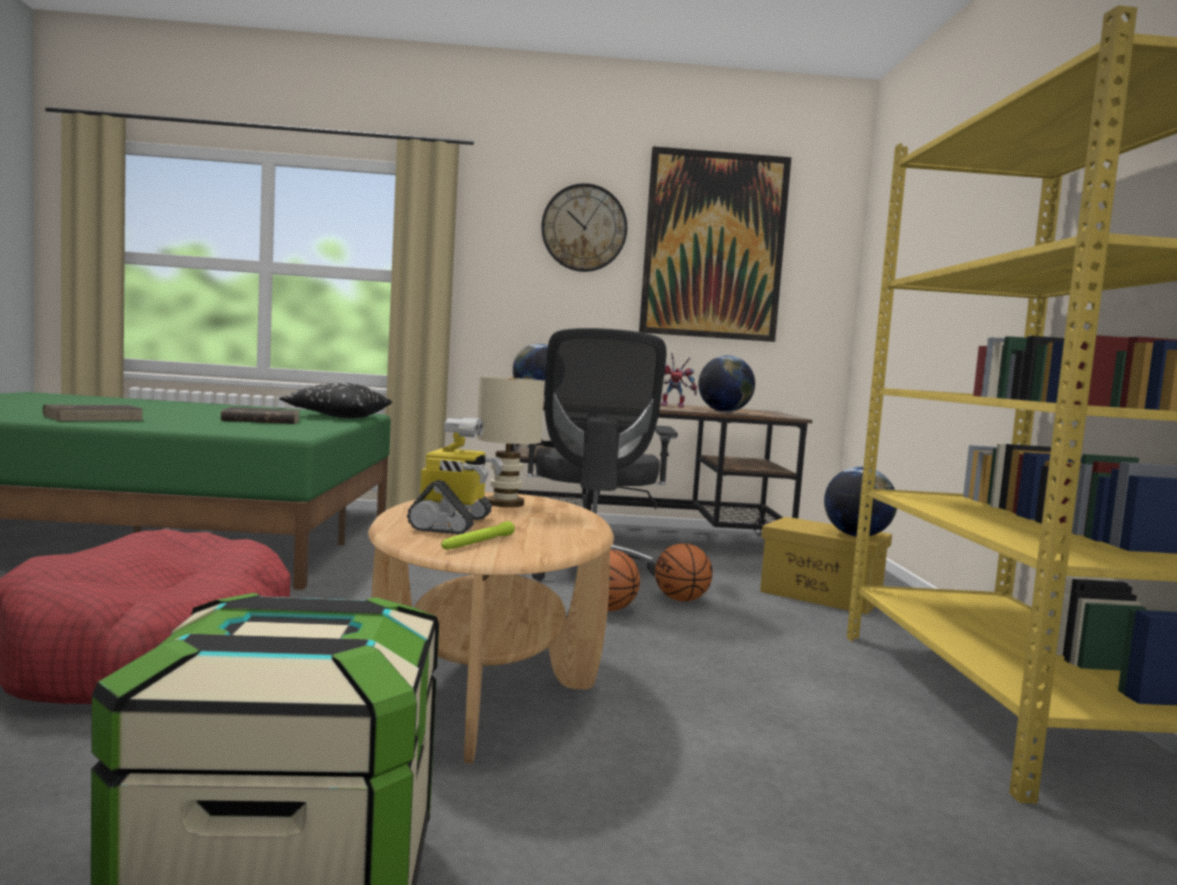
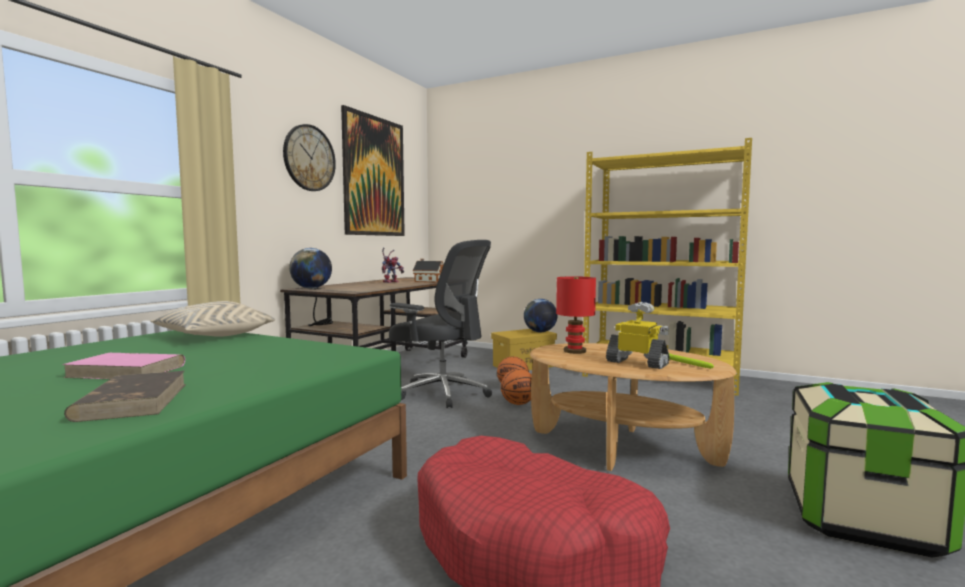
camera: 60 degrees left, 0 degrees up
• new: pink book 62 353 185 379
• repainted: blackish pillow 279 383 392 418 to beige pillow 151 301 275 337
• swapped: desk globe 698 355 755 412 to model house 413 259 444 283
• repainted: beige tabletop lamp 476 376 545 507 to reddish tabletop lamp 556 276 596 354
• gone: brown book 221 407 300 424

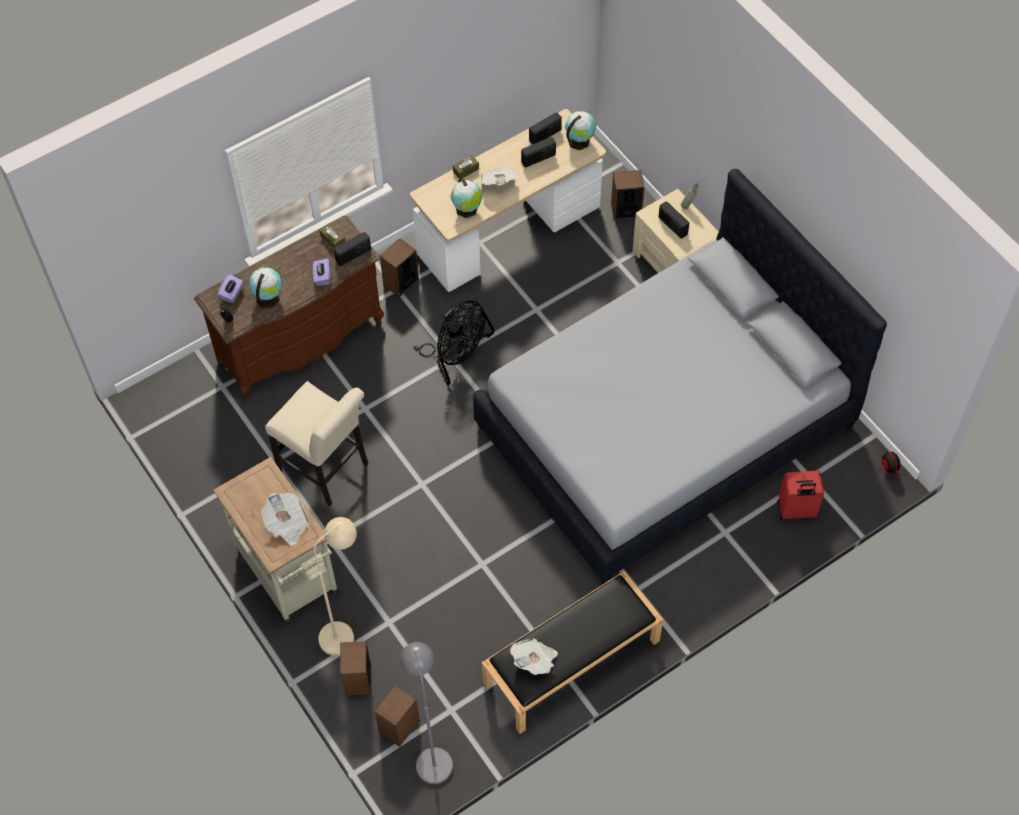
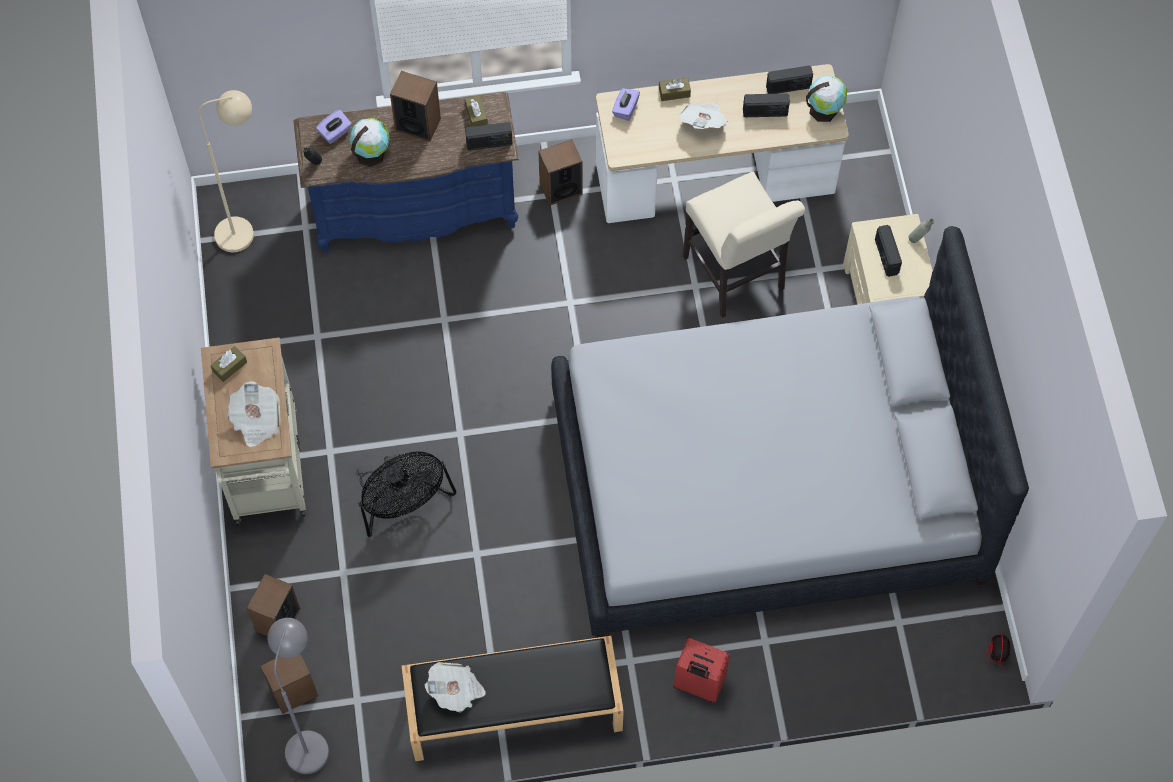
camera: 25 degrees right, 5 degrees up
• shifted: beige floor lamp 314 517 357 656 to 198 90 254 252
• new: brown tissue box 210 346 247 382
• repainted: brown drawer chest 194 216 384 399 to blue drawer chest 294 92 519 253
• shifted: blackish electric fan 413 301 494 386 to 357 452 456 537
• shifted: loudspeaker 611 170 645 220 to 390 71 441 142
• shifted: purplish tissue box 313 258 330 286 to 612 88 640 121
• shifted: reddish piece of luggage 777 471 824 521 to 674 638 730 702
• shifted: beige stool seat 265 381 368 506 to 683 171 806 318
• gone: desk globe 451 179 483 218

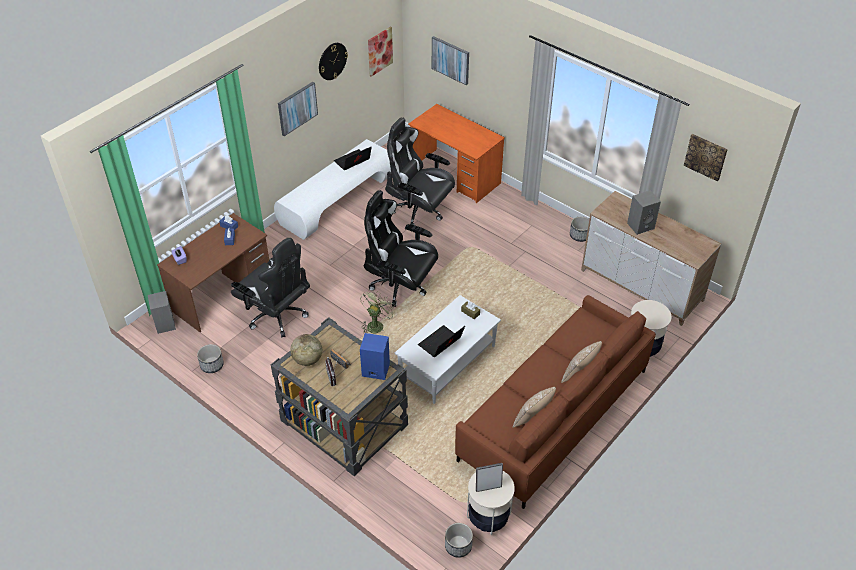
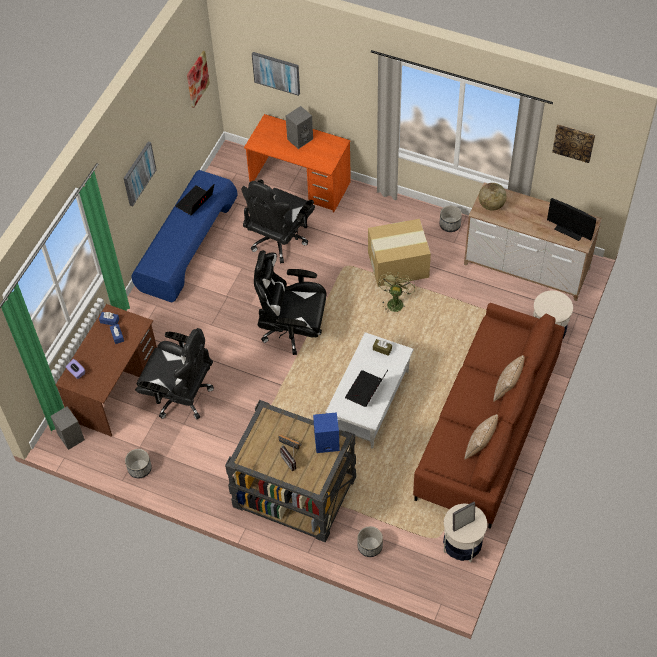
camera: 15 degrees left, 10 degrees up
• repainted: white-coloured long seat 274 139 391 240 to blue long seat 131 170 237 303
• rotated: blackish desk chair 385 117 455 225 = 241 179 315 263 75 degrees counterclockwise
• shifted: gray loudspeaker 627 190 661 235 to 286 106 313 149
• shifted: planter 445 523 473 558 to 357 526 383 557
• new: carton 368 219 431 287
• shifted: green electric fan 360 290 396 333 to 378 272 415 313
• shifted: desk globe 290 334 322 366 to 479 183 507 211
• new: computer screen 547 198 596 241
• gone: clock on the wall 319 43 348 80

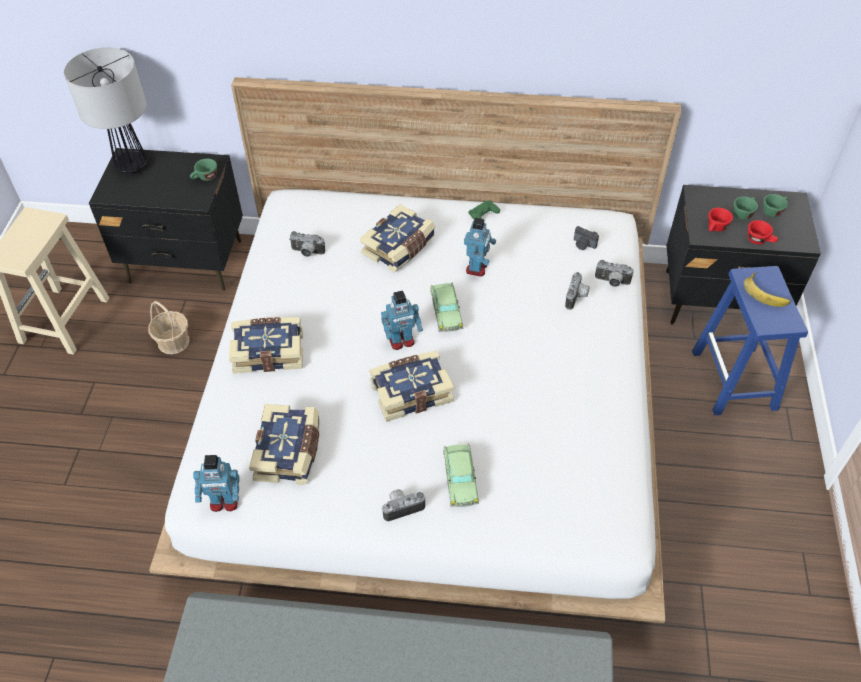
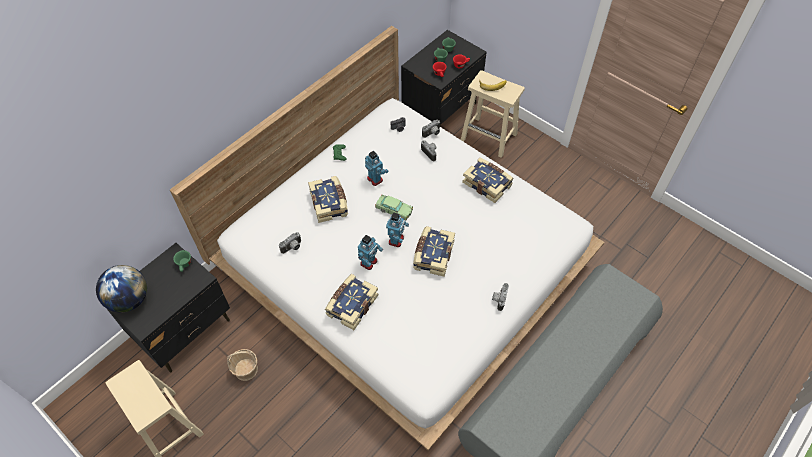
camera: 55 degrees left, 5 degrees up
• swapped: tabletop lamp 64 47 148 173 to desk globe 96 265 147 313
• shifted: toy robot 193 455 240 512 to 358 235 383 270
• repainted: blue stool seat 692 266 808 415 to beige stool seat 461 70 525 158
• shifted: book 249 404 320 485 to 462 157 514 203
• gone: toy car 443 444 479 507

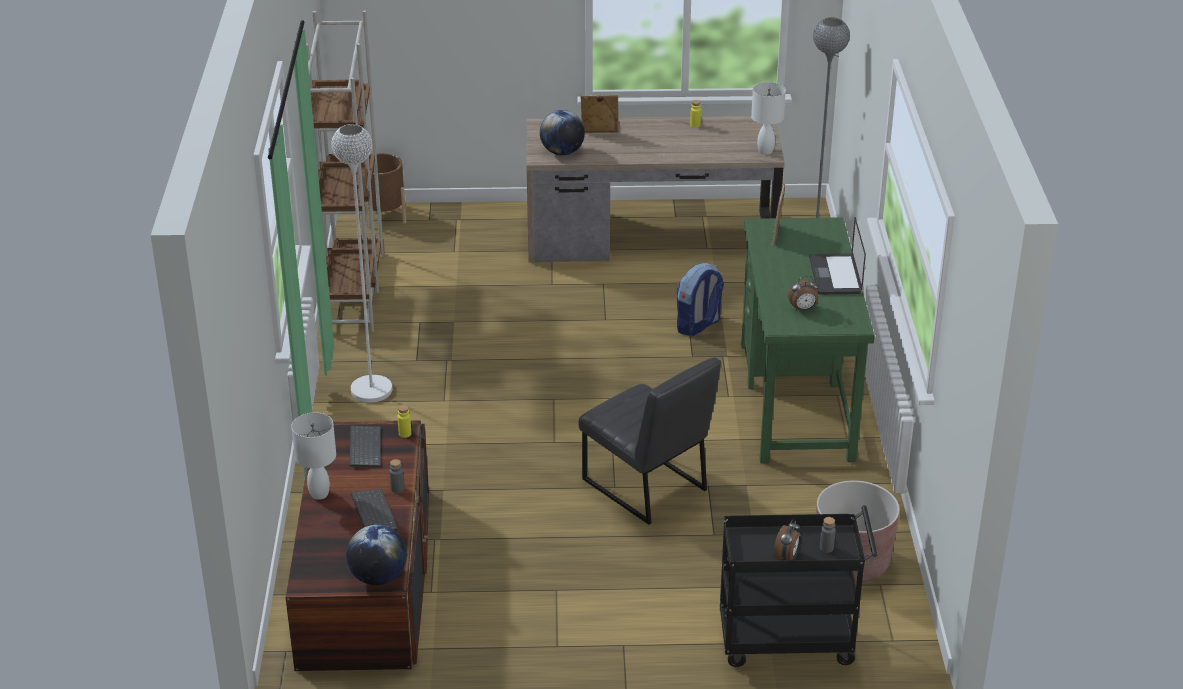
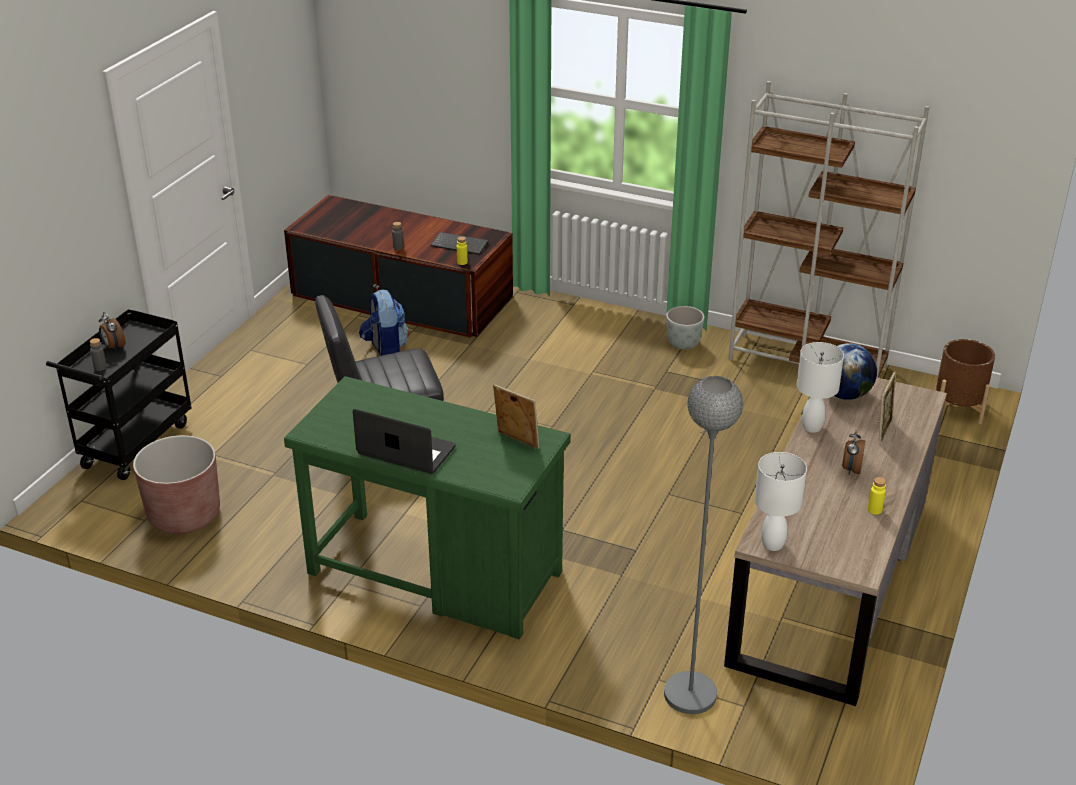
camera: 115 degrees right, 0 degrees up
• shifted: rucksack 676 263 724 336 to 359 290 409 356
• new: gray planter 666 306 704 350
• shifted: white-coloured tabletop lamp 291 413 336 500 to 796 342 844 433
• shifted: alarm clock 788 276 819 311 to 842 431 865 475
• gone: white-coloured floor lamp 331 124 392 403
• gone: desk globe 346 525 407 585
• gone: keyboard 351 489 398 531

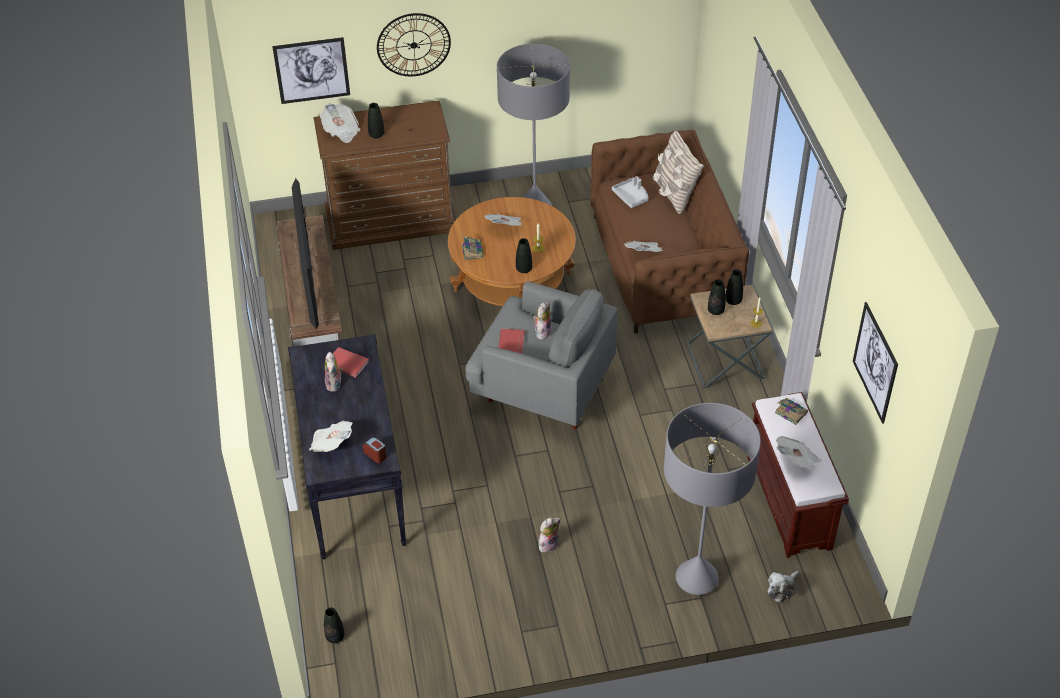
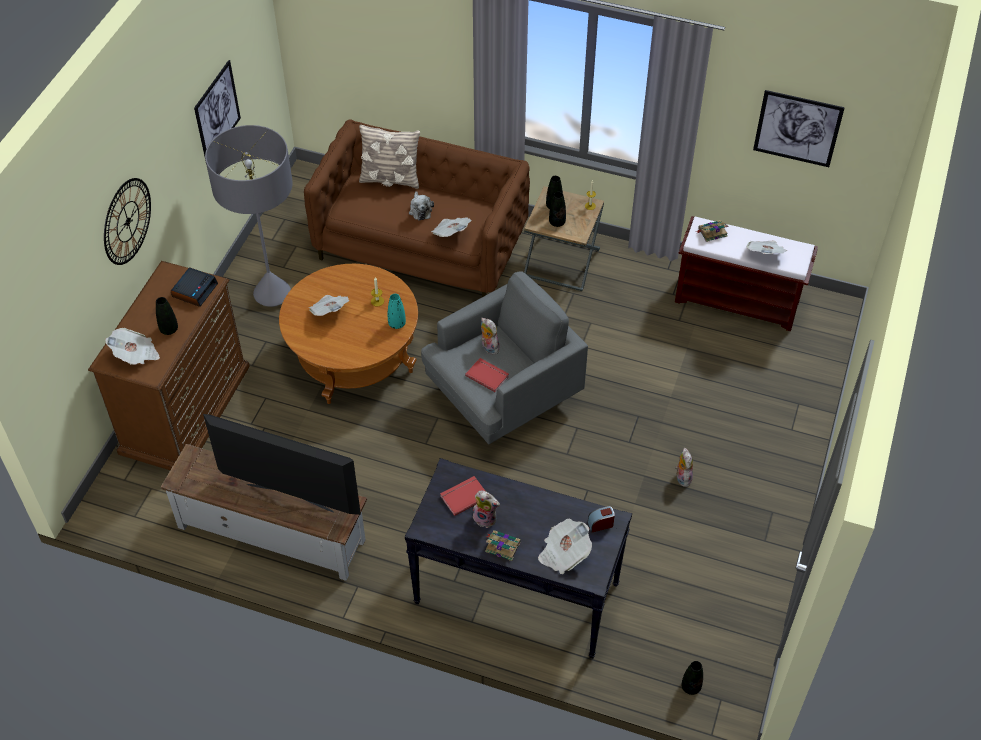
camera: 60 degrees left, 5 degrees up
• new: alarm clock 171 267 218 307
• shifted: picture 272 37 350 104 to 194 60 241 166
• repainted: blackish vase 516 238 532 273 to blue-green vase 388 294 406 329
• shifted: plush toy 768 571 799 603 to 409 191 434 221
• shifted: book 462 236 483 260 to 485 530 521 561
• gone: gray carrying tray 612 176 648 208
• gone: gray floor lamp 664 403 761 595

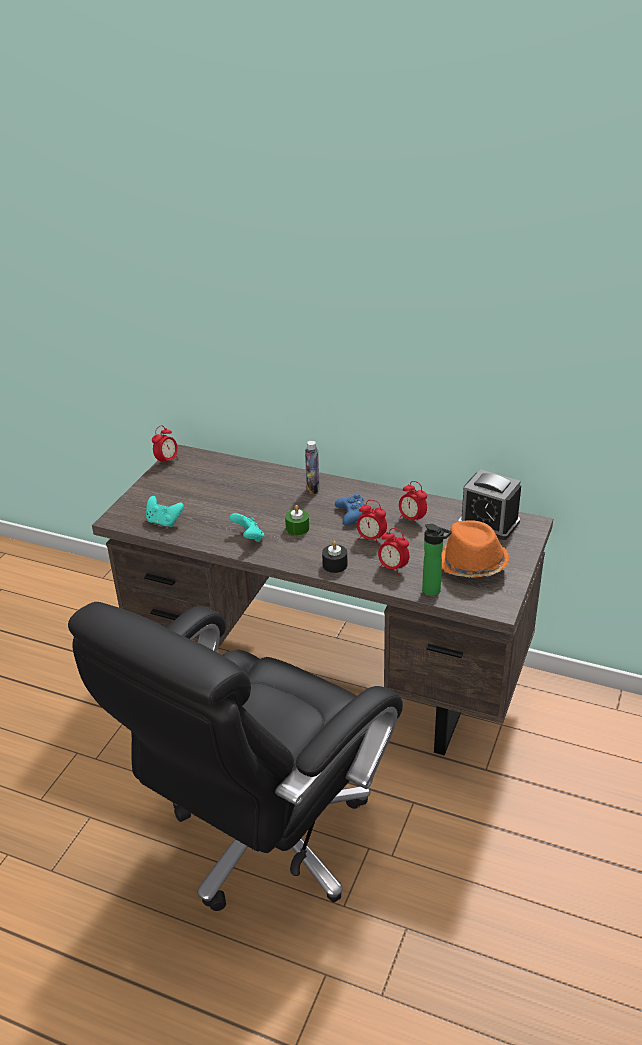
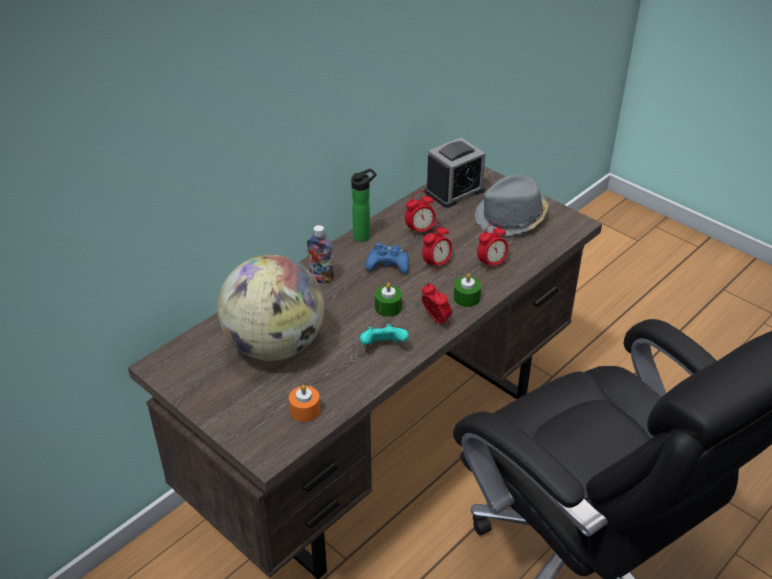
camera: 70 degrees left, 5 degrees up
• new: desk globe 218 255 324 361
• swapped: blue-green gamepad 146 496 184 527 to orange candle 289 385 320 422
• shifted: bottle 422 524 452 596 to 351 169 377 242
• shifted: alarm clock 152 425 178 466 to 422 283 452 324
• repainted: blackish candle 322 541 347 573 to green candle 454 273 481 307
• repainted: orange hat 442 520 509 578 to gray hat 475 175 548 236

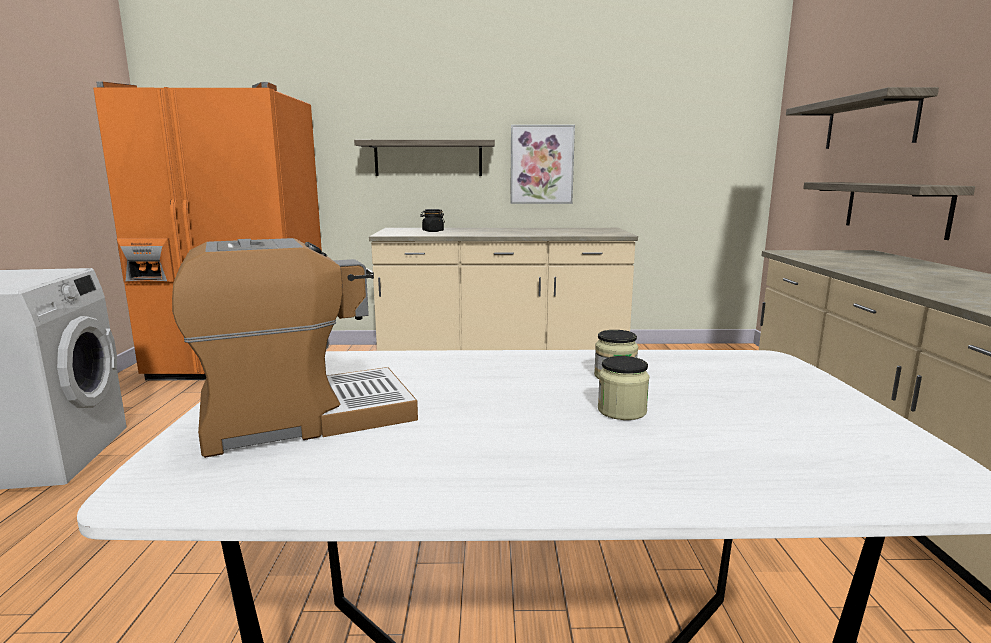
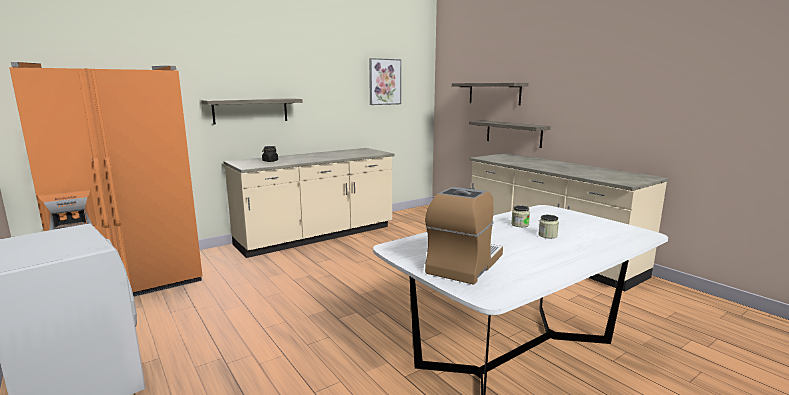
camera: 35 degrees left, 0 degrees up
• shifted: picture 510 125 575 204 to 369 58 401 105

